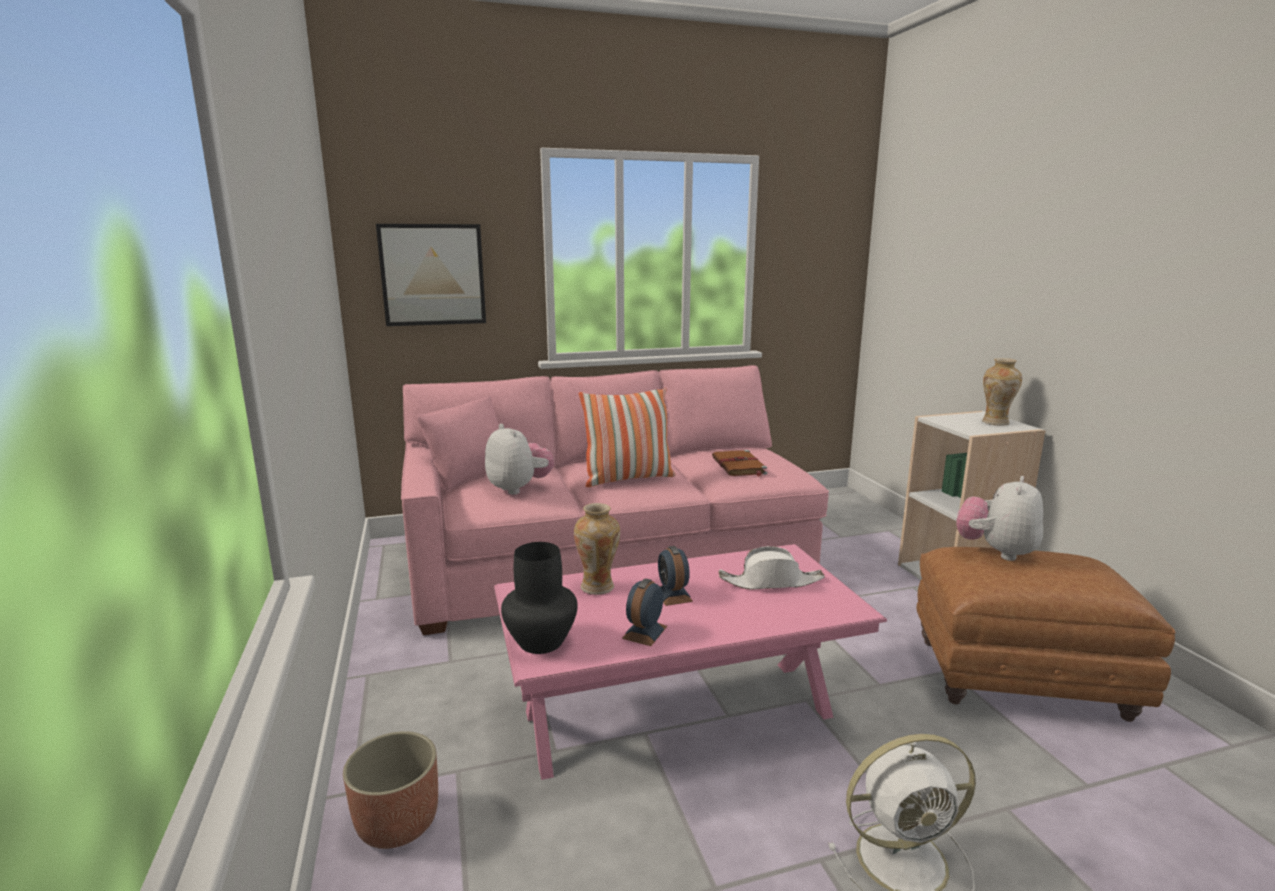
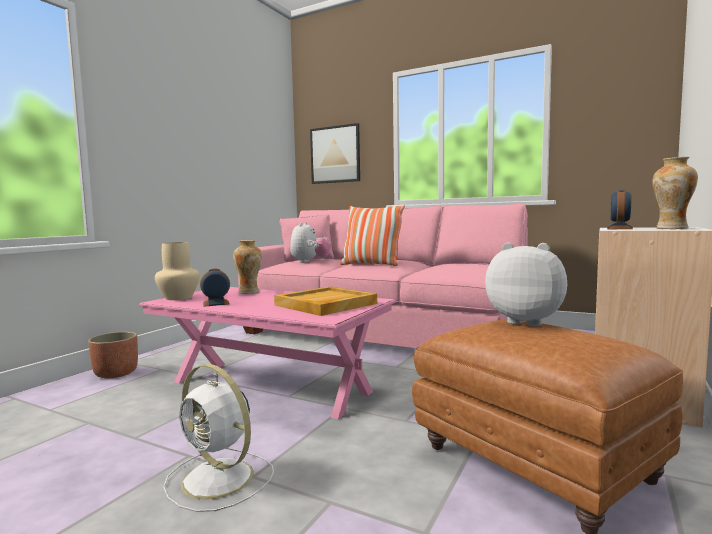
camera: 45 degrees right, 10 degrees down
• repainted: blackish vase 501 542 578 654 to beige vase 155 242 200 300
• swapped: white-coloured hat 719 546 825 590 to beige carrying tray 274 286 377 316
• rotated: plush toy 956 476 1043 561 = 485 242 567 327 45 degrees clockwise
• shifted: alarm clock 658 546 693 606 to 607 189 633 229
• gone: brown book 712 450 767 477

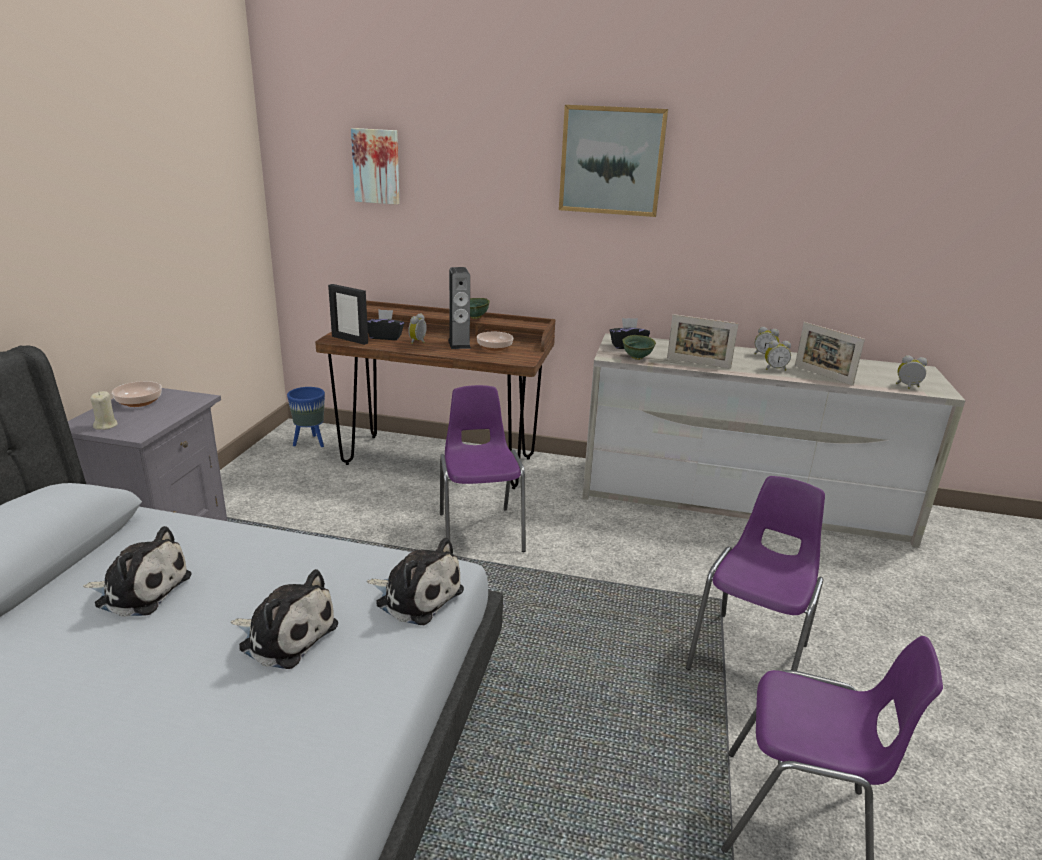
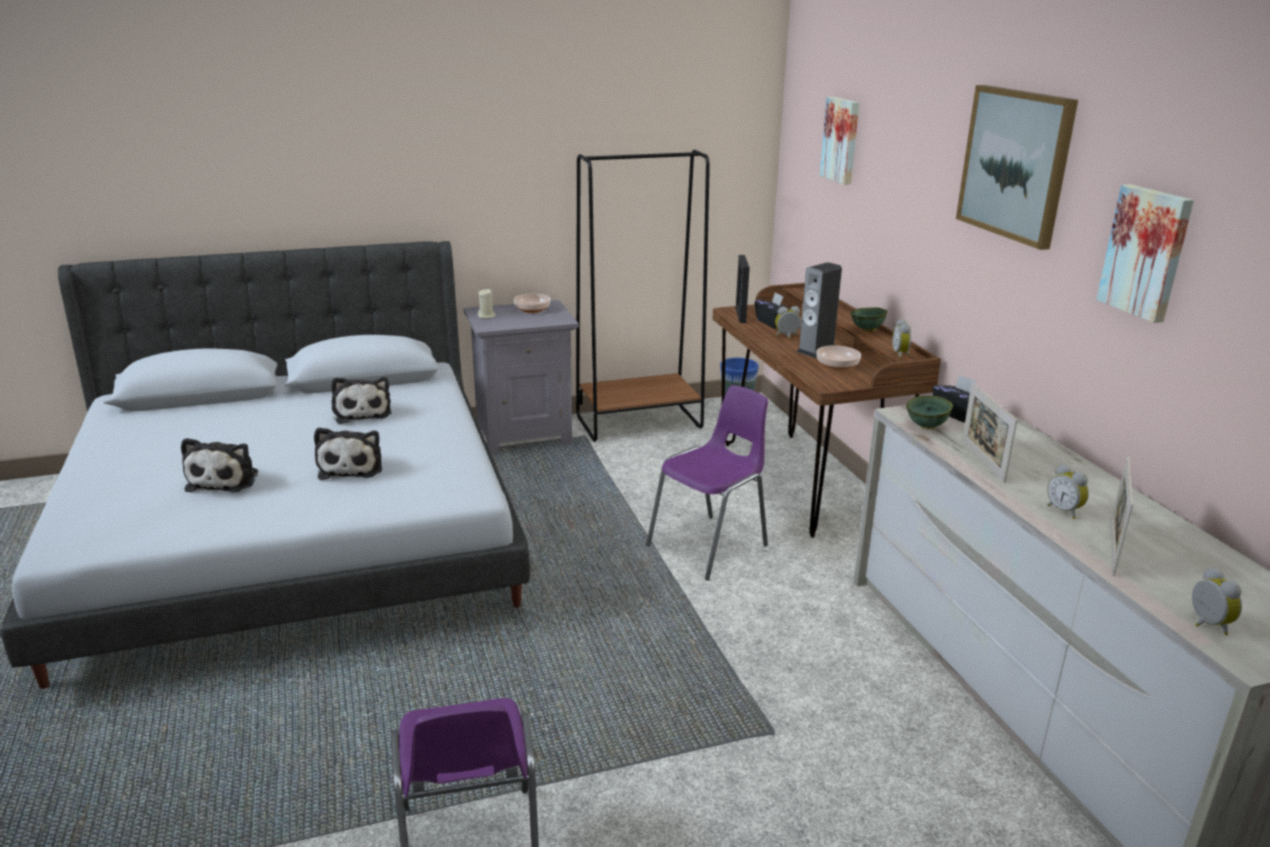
camera: 60 degrees right, 0 degrees up
• shifted: plush toy 367 537 464 625 to 181 438 258 492
• new: clothes rack 576 150 710 442
• shifted: alarm clock 754 327 779 354 to 892 319 911 358
• new: picture 1096 184 1194 323
• gone: purplish chair 686 476 825 671

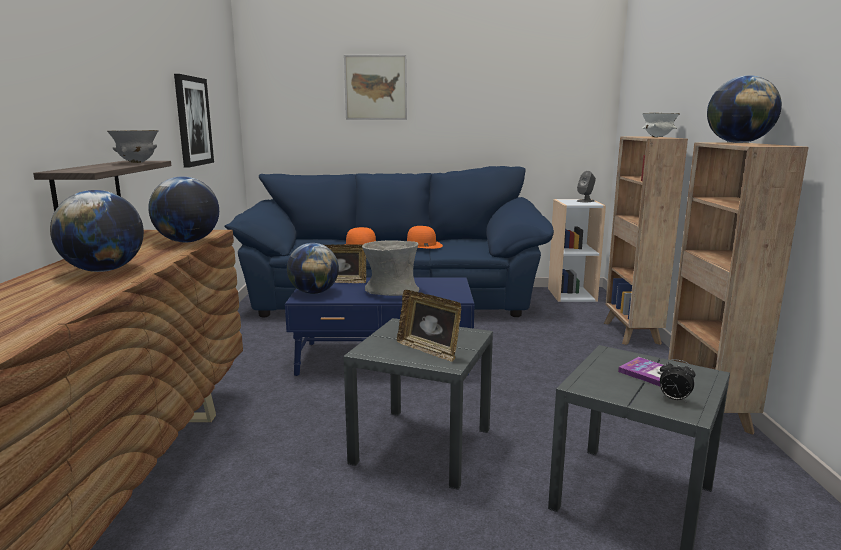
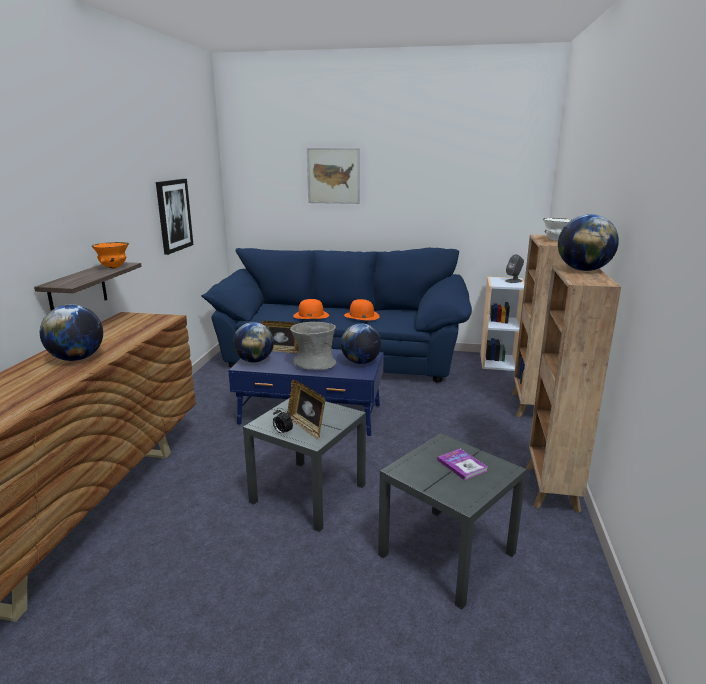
camera: 10 degrees right, 5 degrees up
• repainted: gray serving bowl 107 130 159 163 to orange serving bowl 92 242 129 268
• shifted: alarm clock 660 359 696 403 to 273 408 293 434
• shifted: desk globe 148 176 219 243 to 341 323 381 364

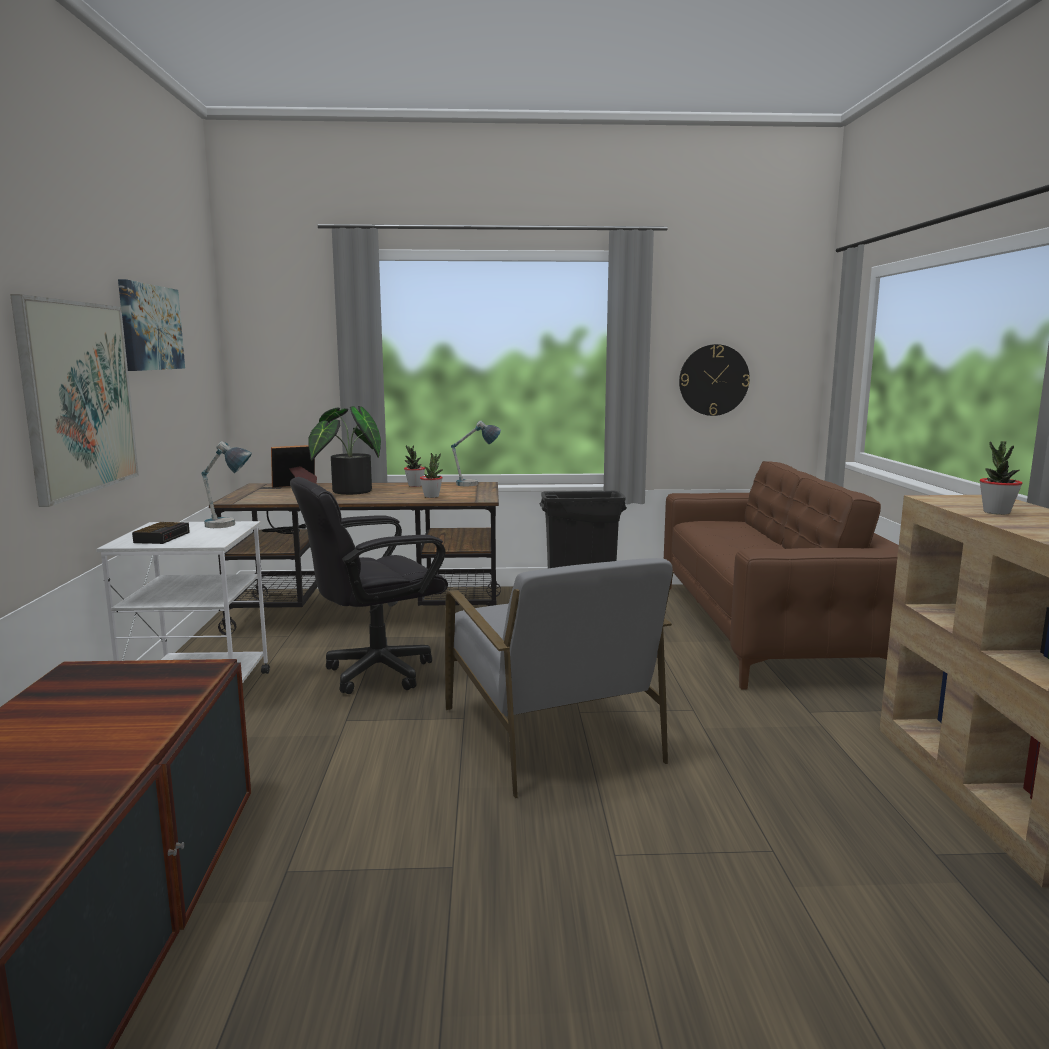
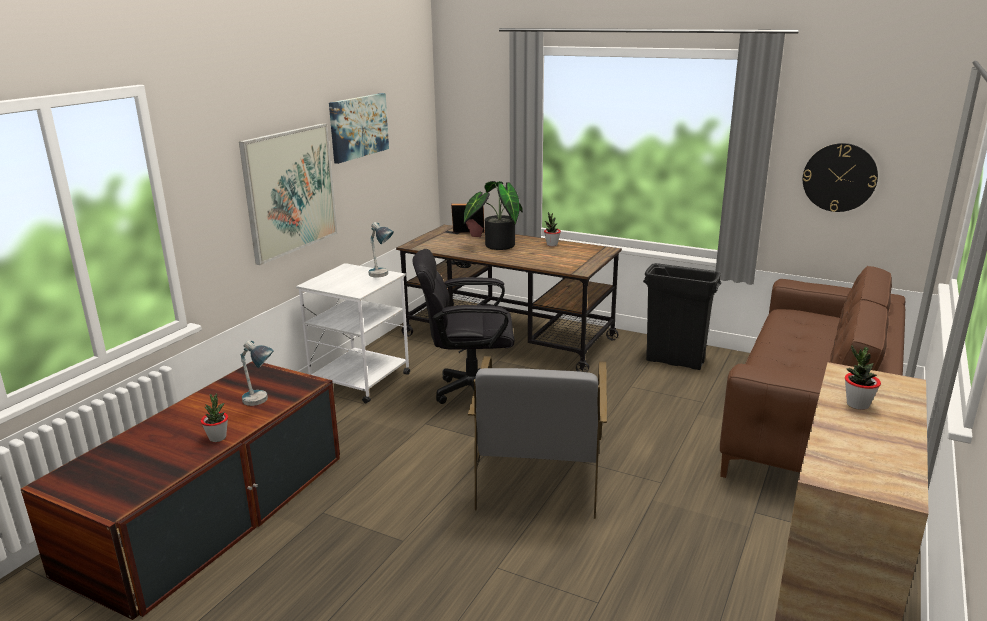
camera: 30 degrees right, 10 degrees up
• shifted: plant in a pot 420 453 443 498 to 201 393 228 442
• shifted: tabletop lamp 451 421 501 486 to 241 340 274 406
• gone: alarm clock 132 522 190 544

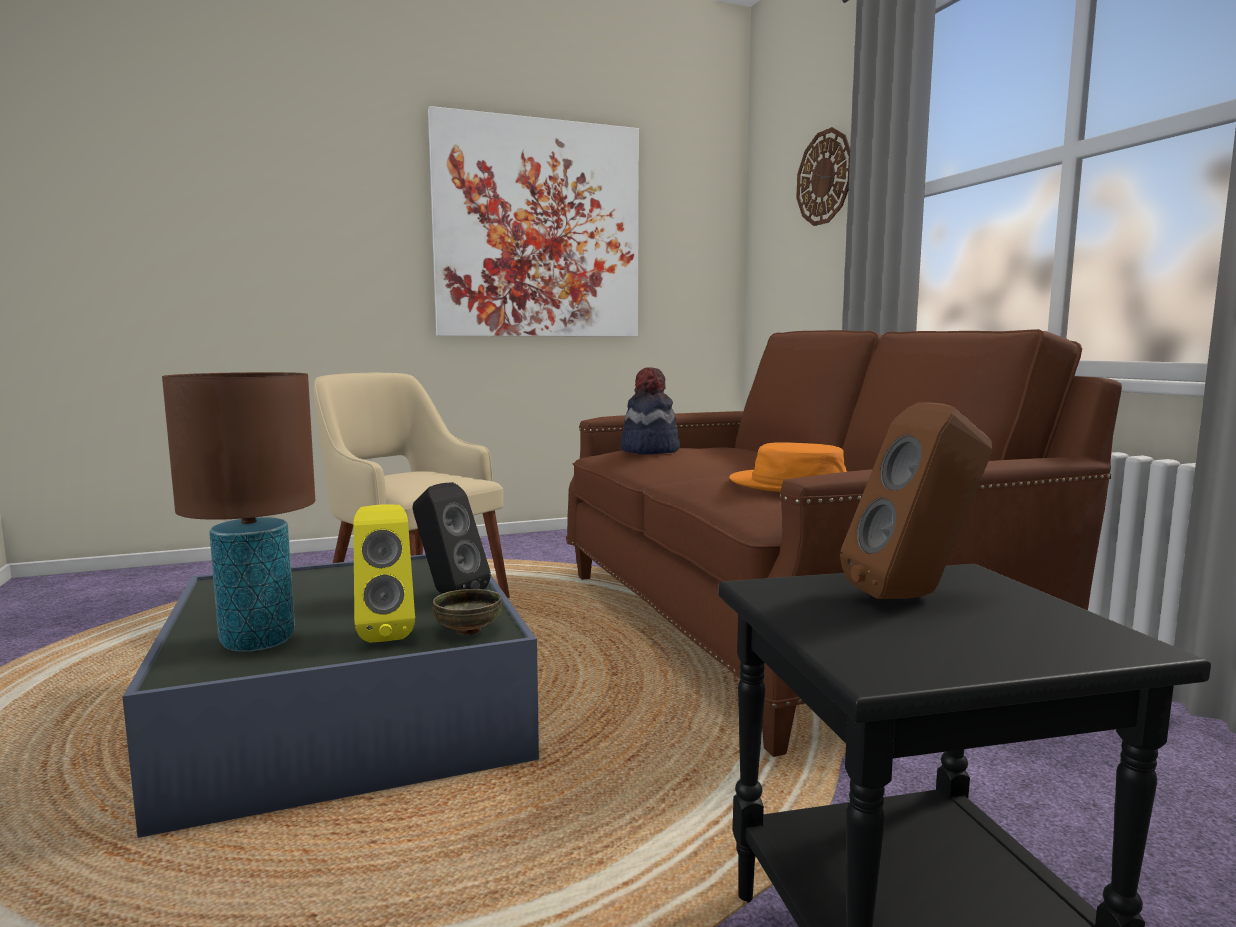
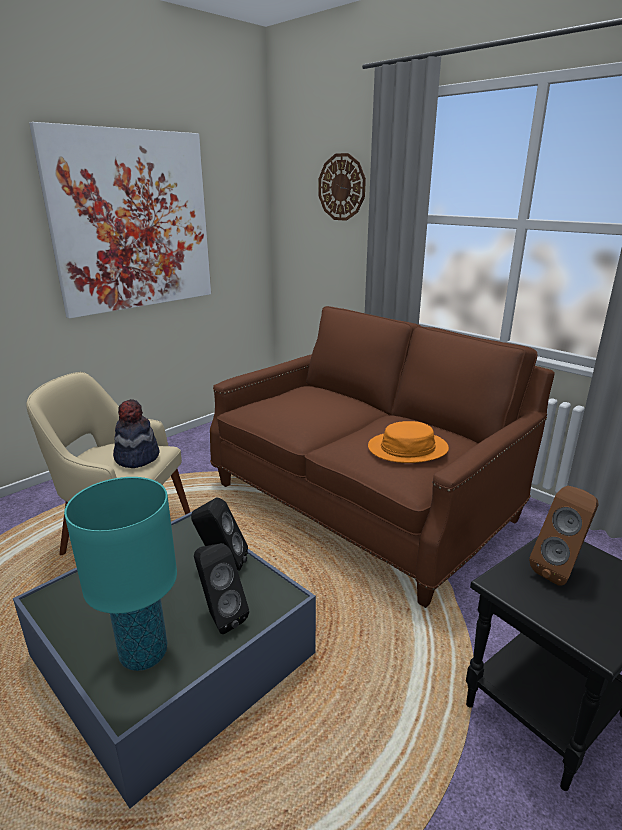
camera: 25 degrees left, 15 degrees up
• repainted: brown tabletop lamp 162 372 315 652 to blue-green tabletop lamp 64 477 177 671
• shifted: hat 620 367 680 454 to 113 399 160 468
• repainted: yellowish loudspeaker 353 504 415 643 to blackish loudspeaker 194 543 249 634
• gone: serving bowl 433 589 502 635

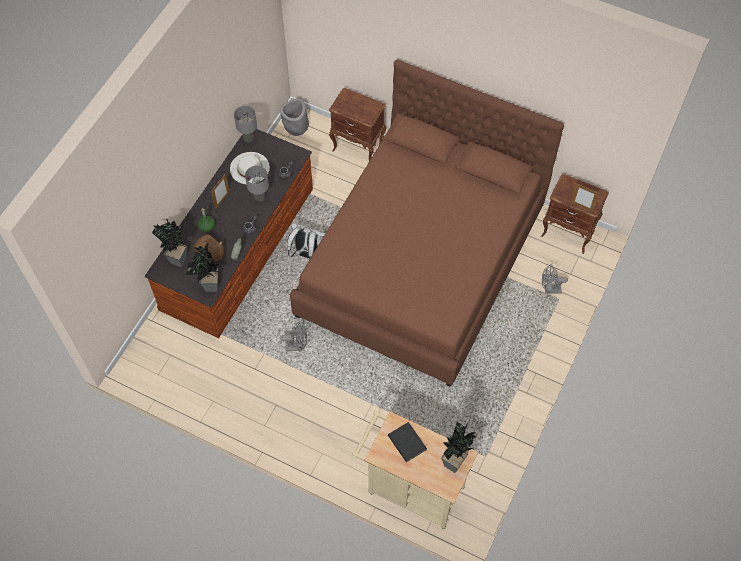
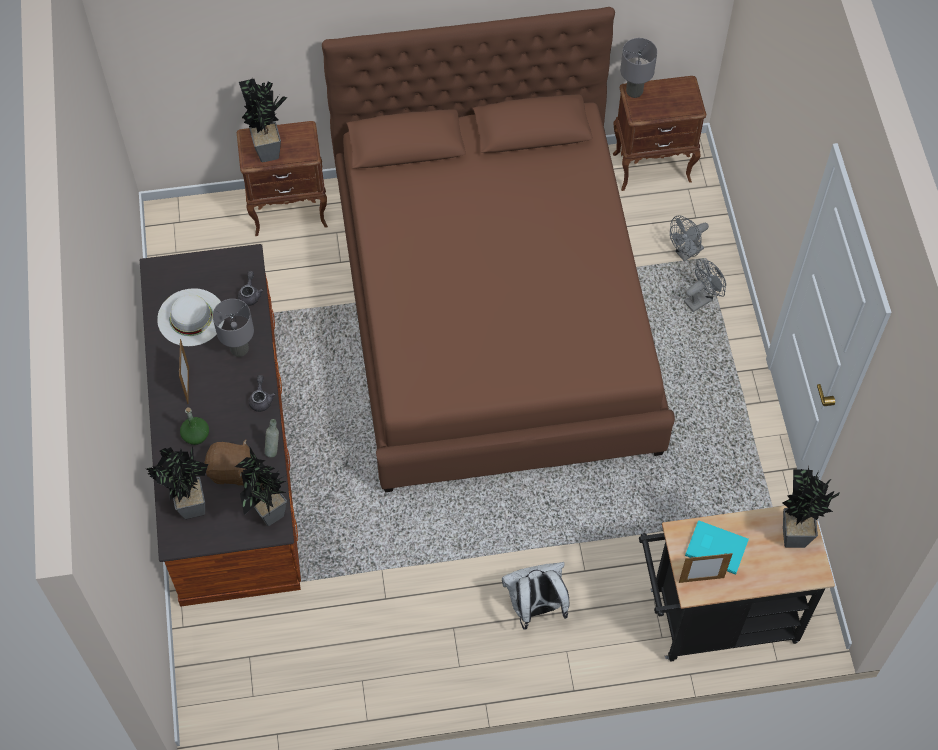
camera: 35 degrees left, 0 degrees up
• new: plant in a pot 239 79 288 163
• shifted: white-coloured rucksack 287 223 325 259 to 502 562 569 630
• shifted: gray tabletop lamp 234 106 257 142 to 620 38 657 98
• repainted: beige trolley 352 411 478 530 to blackish trolley 639 506 835 662
• shifted: picture frame 570 183 599 212 to 679 553 733 583
• shifted: gray electric fan 280 322 307 352 to 684 259 726 312
• repainted: blackish book 388 422 427 462 to blue-green book 685 520 749 575
• gone: gray planter 280 99 309 136

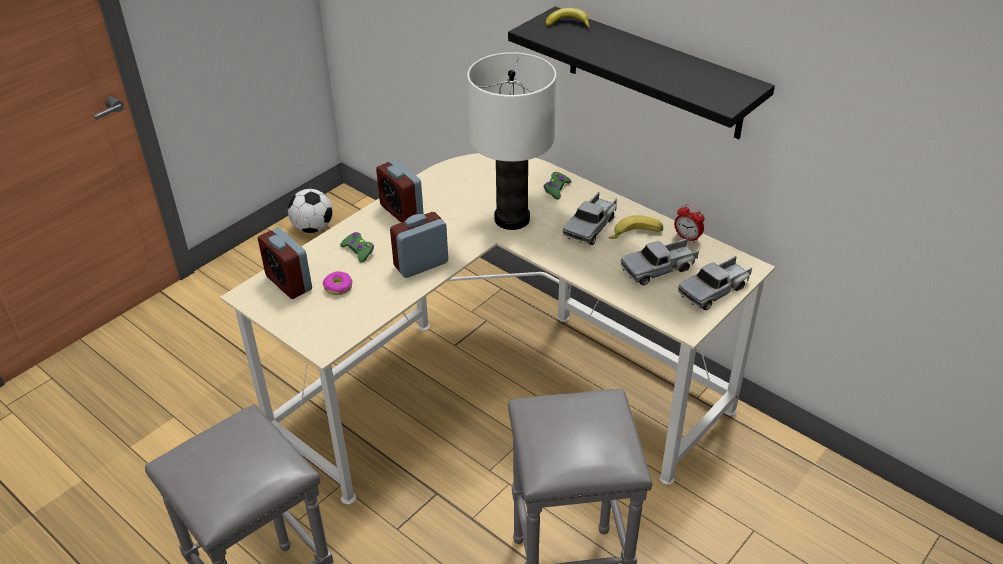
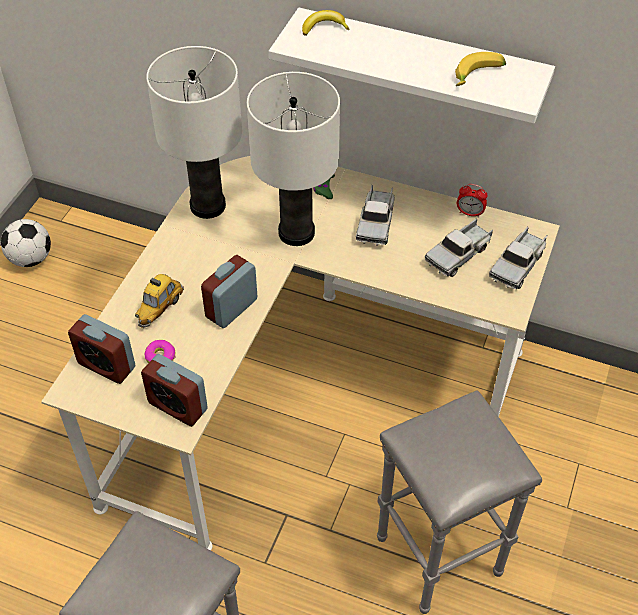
camera: 20 degrees left, 10 degrees up
• swapped: green gamepad 340 232 374 263 to toy car 135 274 184 328
• shifted: alarm clock 376 160 424 223 to 141 354 208 427
• new: white-coloured tabletop lamp 146 46 242 219
• repainted: blackish shelf 508 7 775 139 to white-coloured shelf 269 8 555 124
• shifted: banana fruit 609 215 663 239 to 455 52 506 86

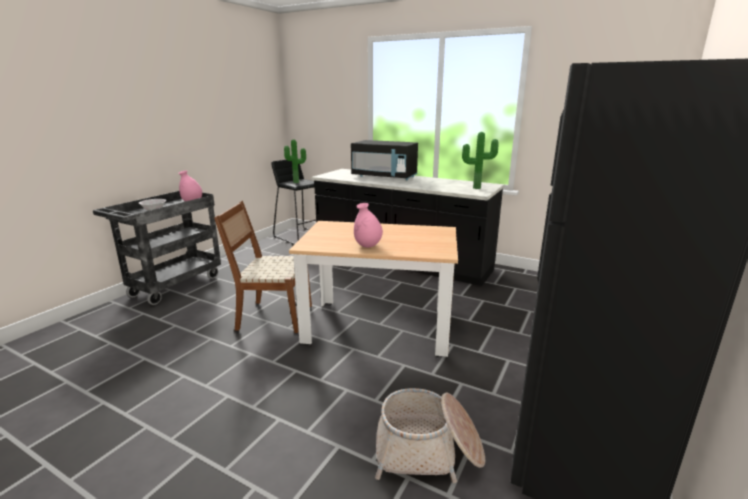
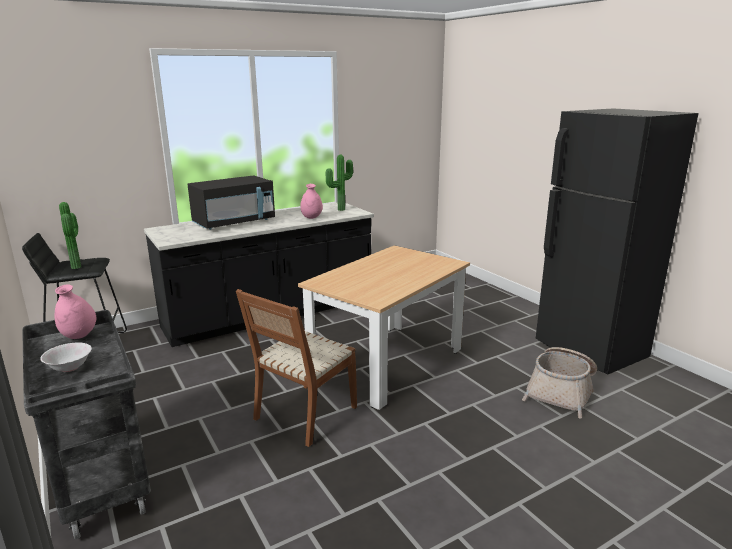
camera: 60 degrees left, 0 degrees up
• shifted: pink vase 354 203 383 248 to 300 184 323 219

